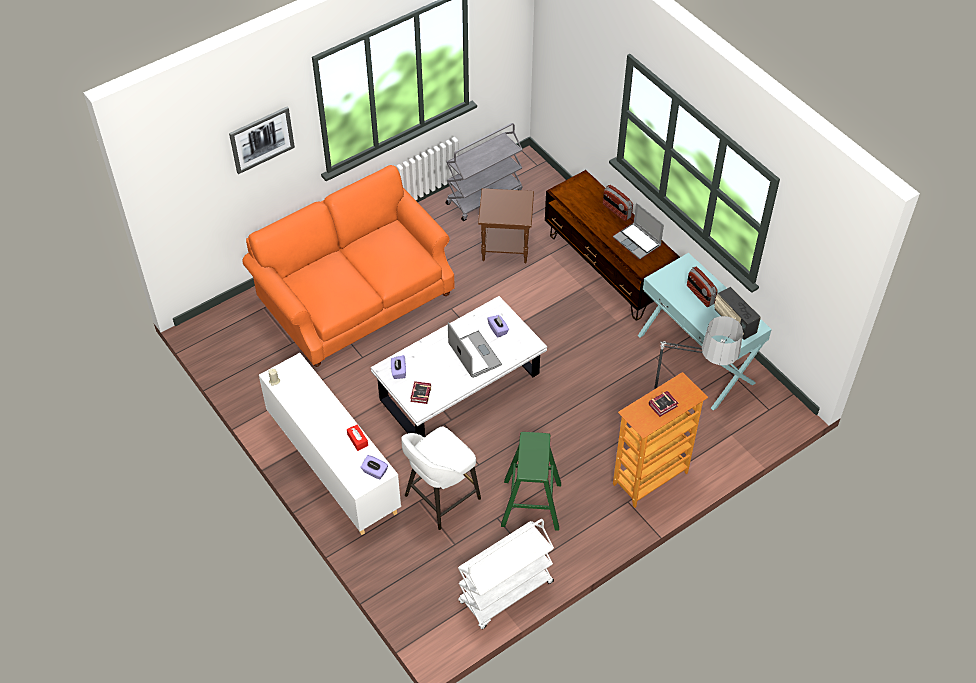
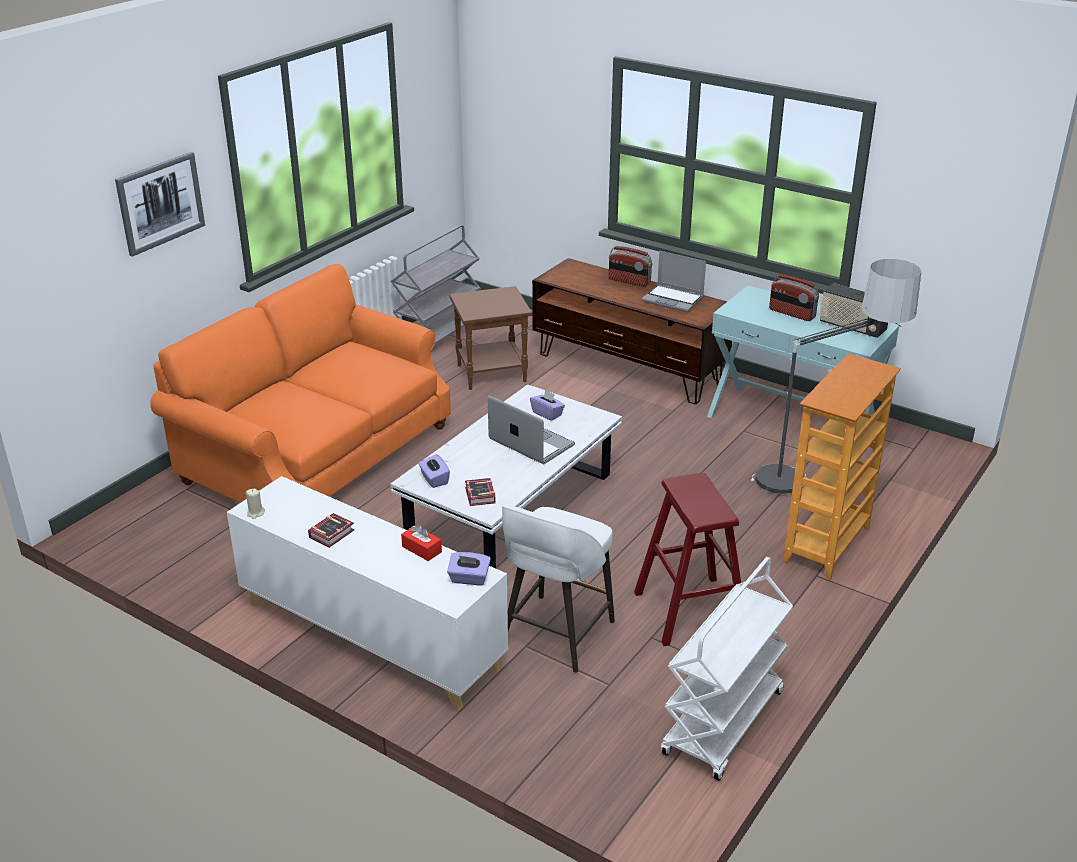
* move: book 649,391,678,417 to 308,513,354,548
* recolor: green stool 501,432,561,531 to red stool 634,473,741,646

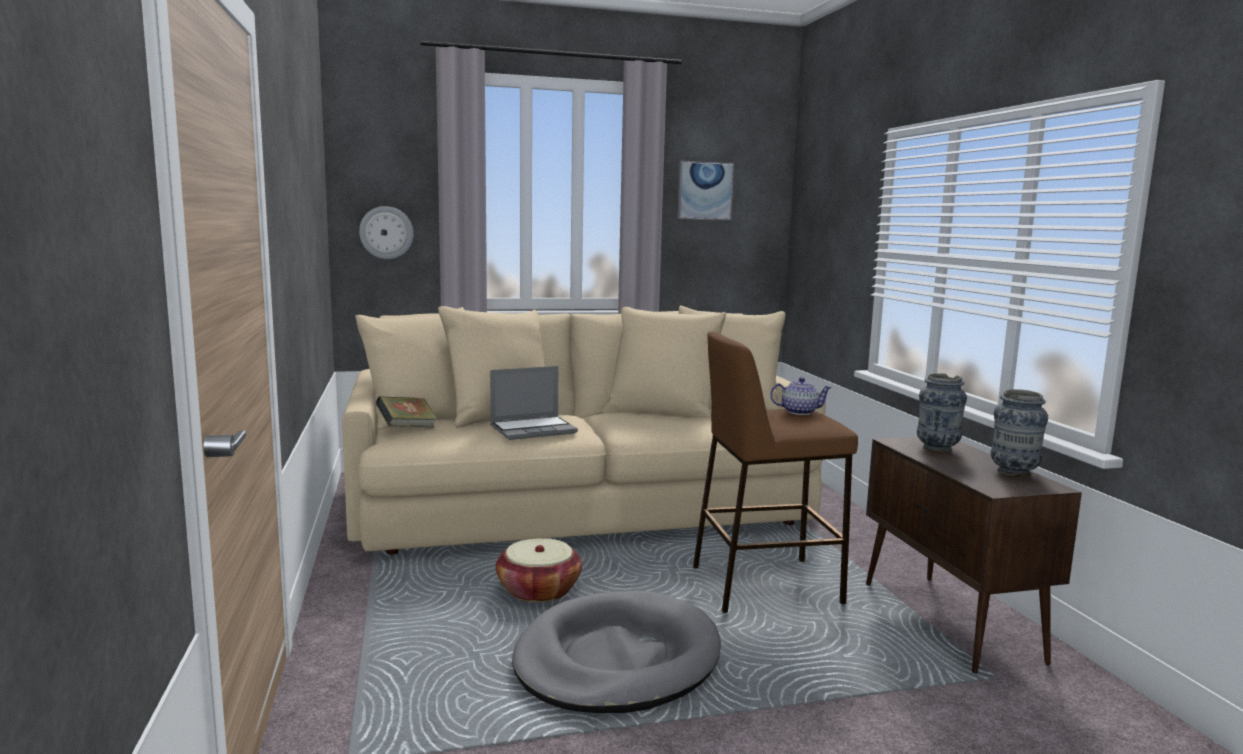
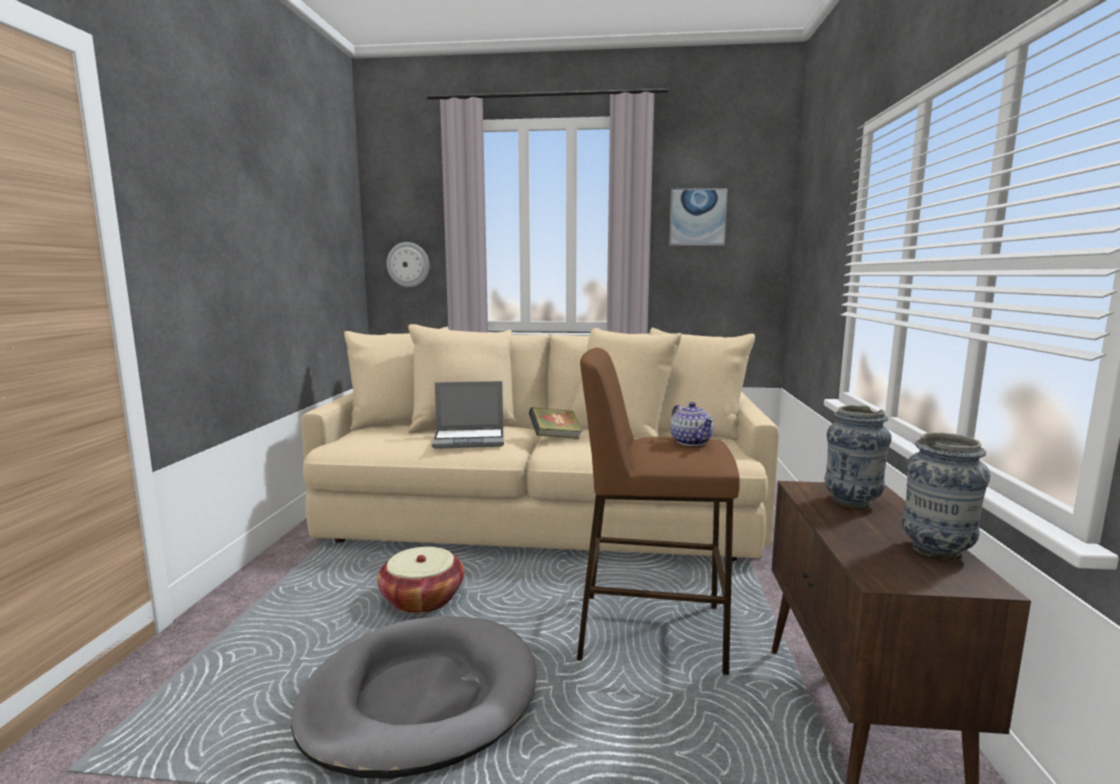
* move: book 376,396,438,427 to 529,407,583,439
* rotate: teapot 770,377,832,415 = 670,402,714,446 45 degrees clockwise

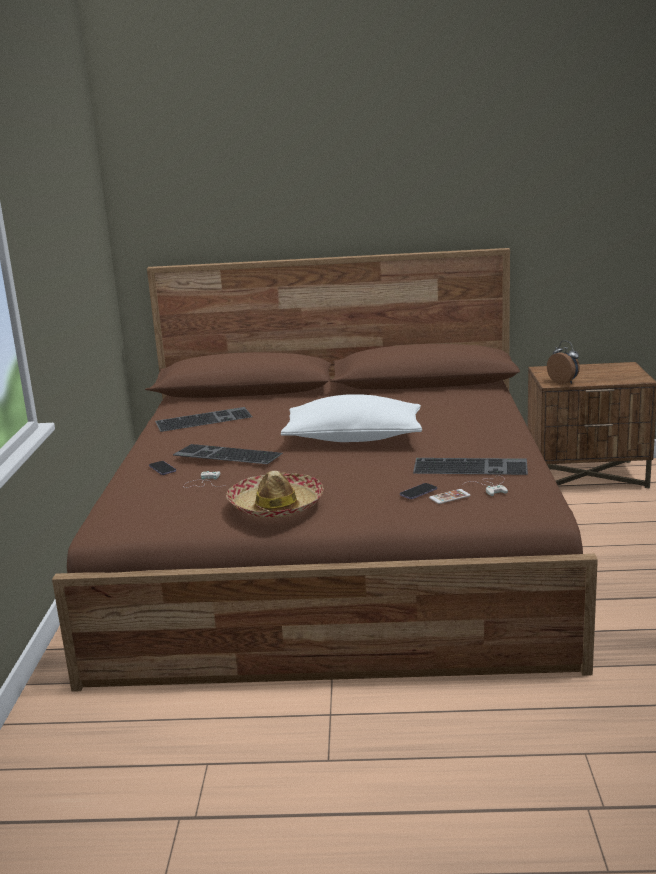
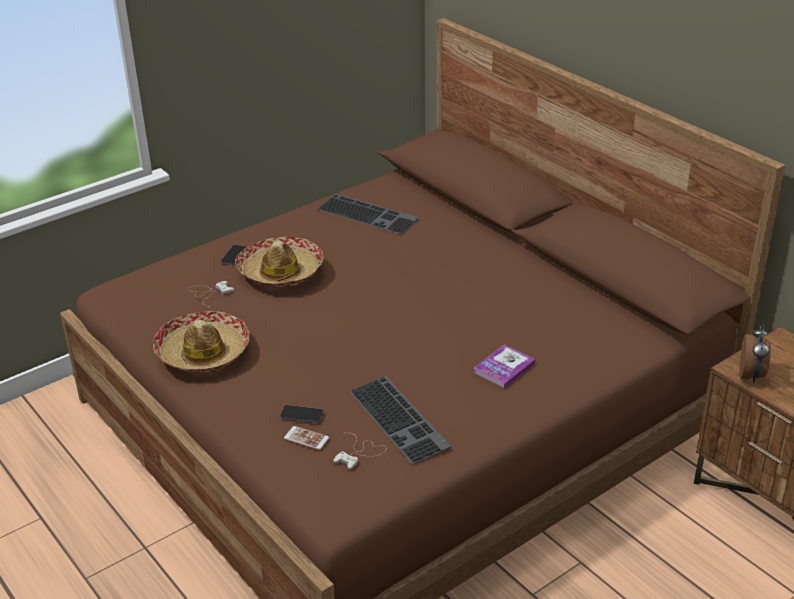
* replace: keyboard 173,444,283,464 to hat 235,237,324,287
* insert: book 473,344,535,388
* delete: white pillow 281,394,422,442

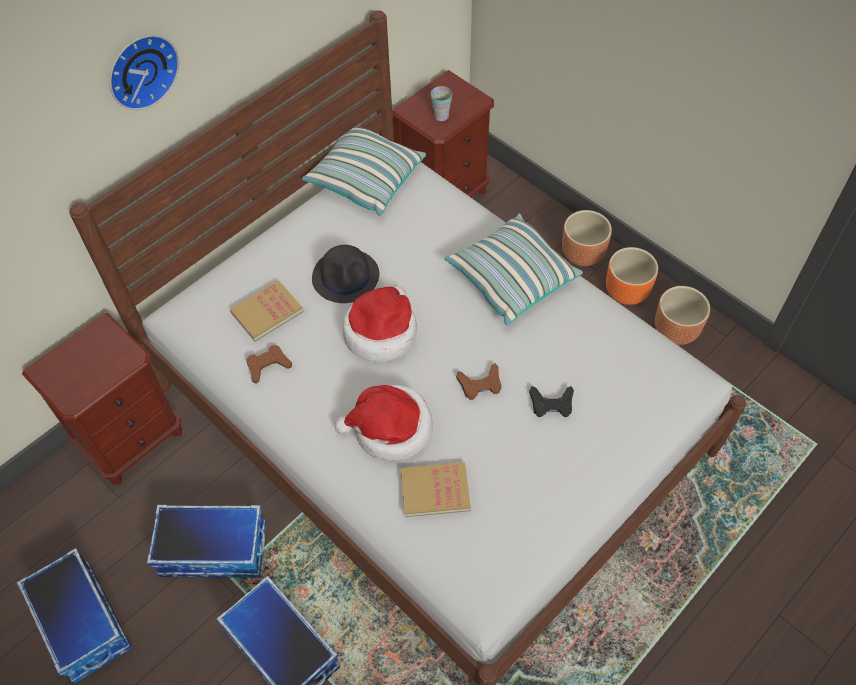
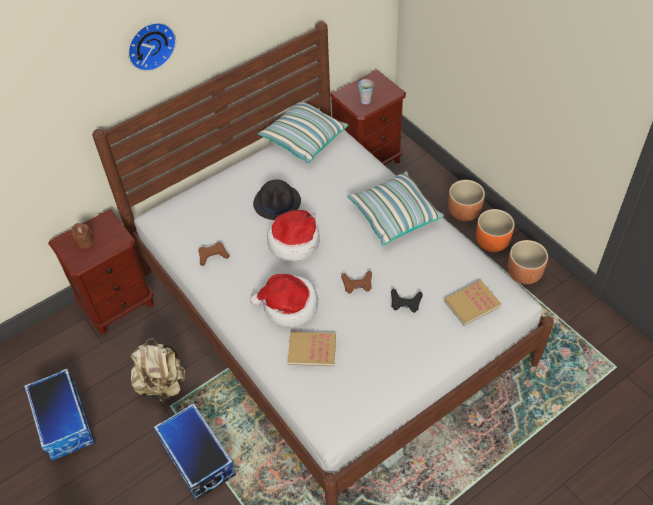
* insert: brown candle 72,223,94,249
* replace: storage box 147,505,266,578 to beige backpack 131,338,185,404
* move: book 230,280,304,342 to 444,280,501,326

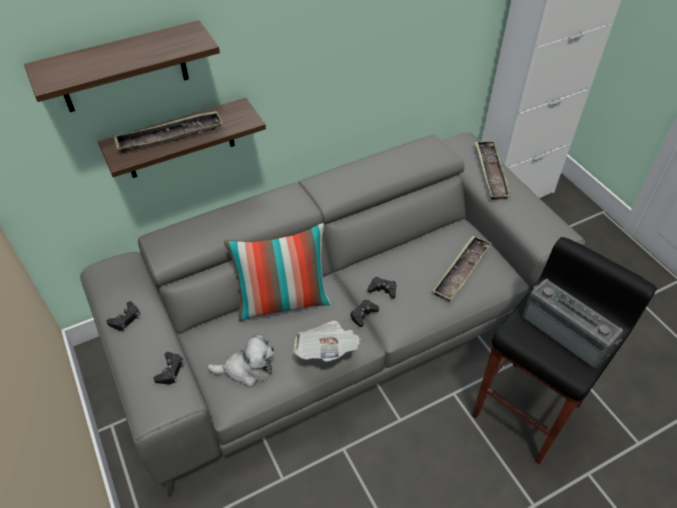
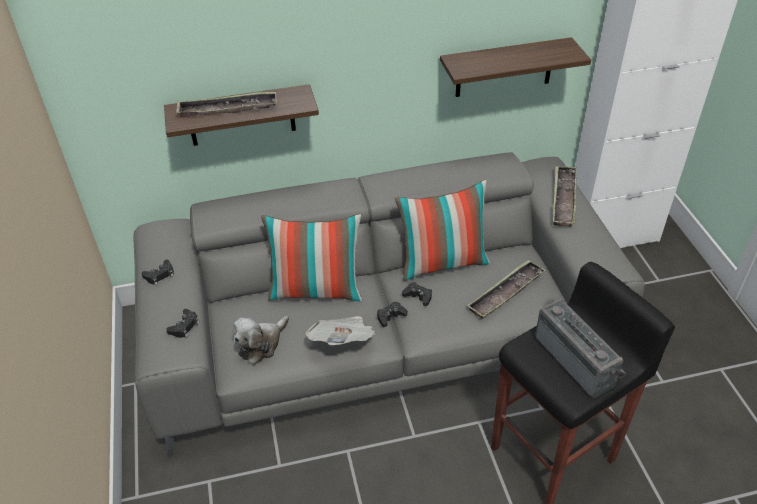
* rotate: plush toy 207,334,274,387 = 233,316,289,365 120 degrees clockwise
* insert: pillow 395,180,490,281
* move: shelf 24,20,220,112 to 440,37,591,97

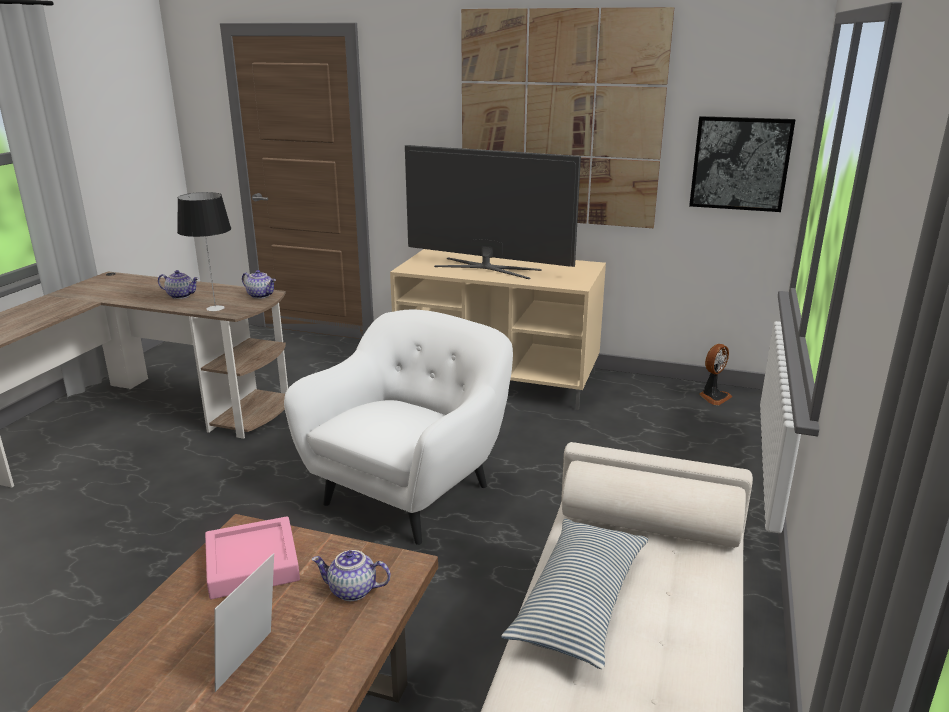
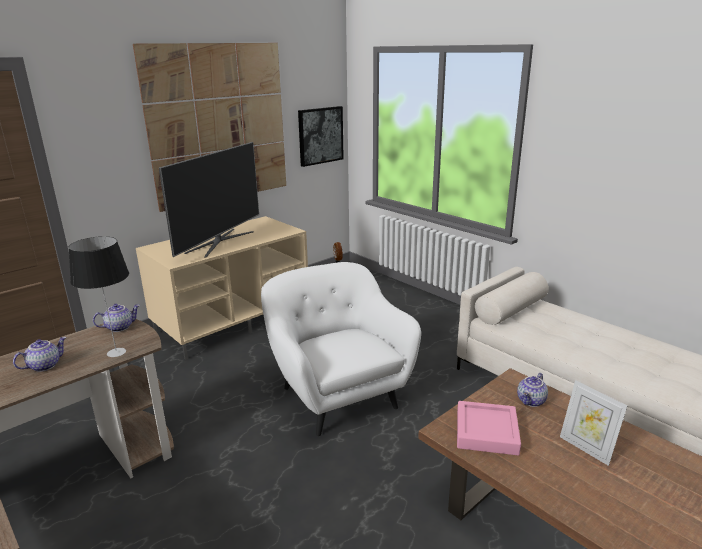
* rotate: television 405,145,581,279 = 159,142,259,258 150 degrees clockwise
* delete: pillow 501,519,648,669

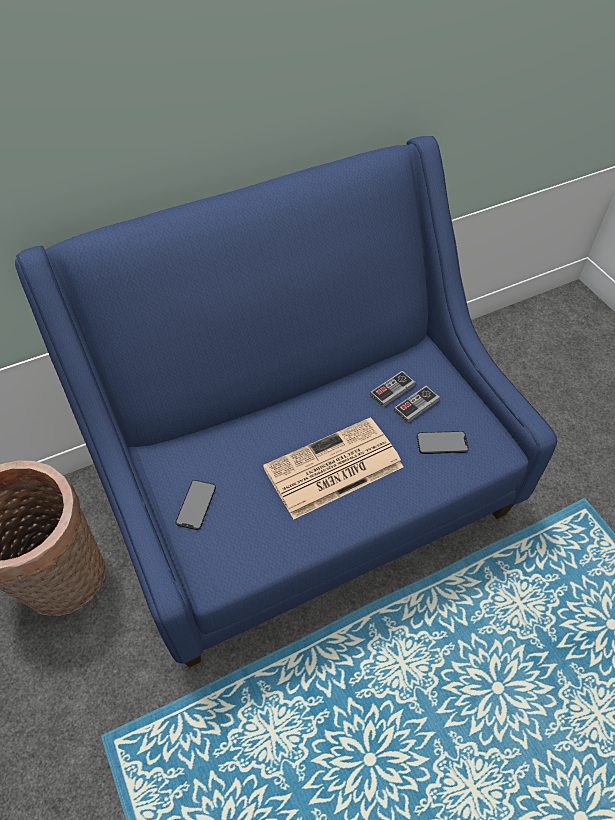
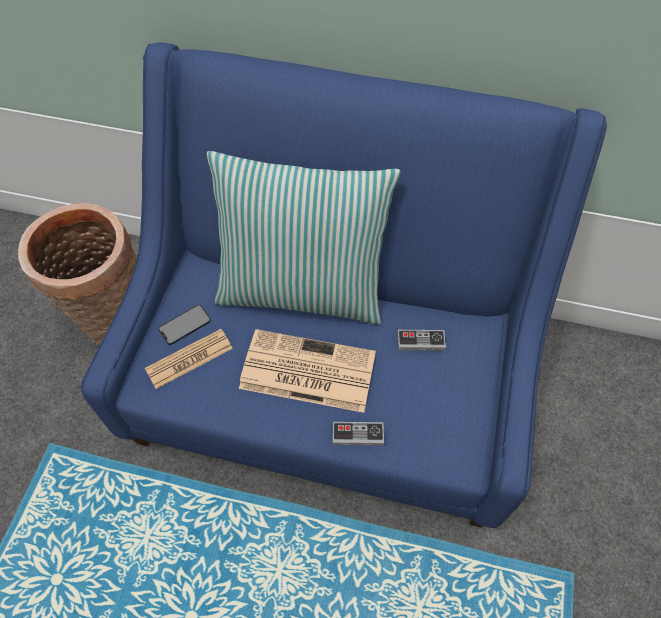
* insert: newspaper 145,329,233,389
* insert: pillow 207,151,401,324
* move: game controller 394,386,440,423 to 333,422,384,446
* delete: phone 417,431,469,454

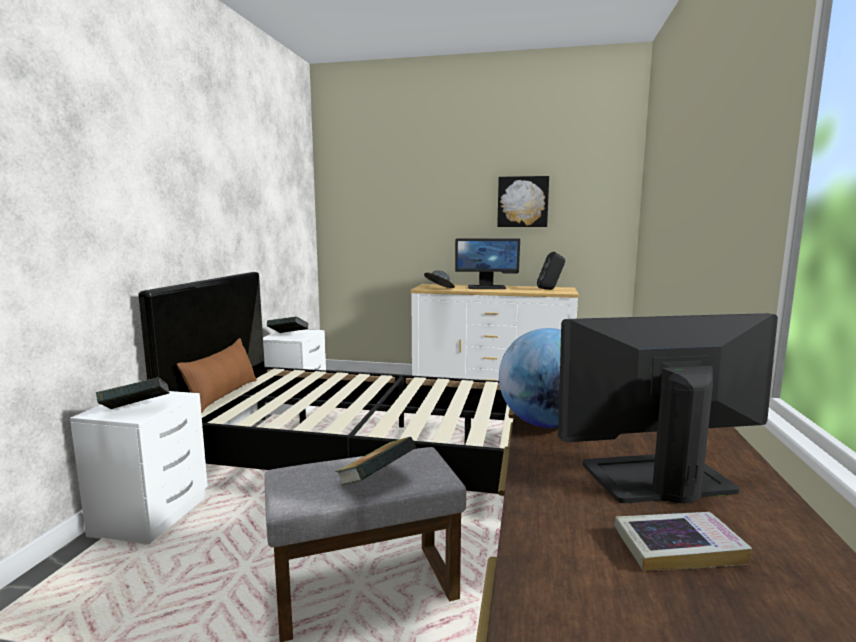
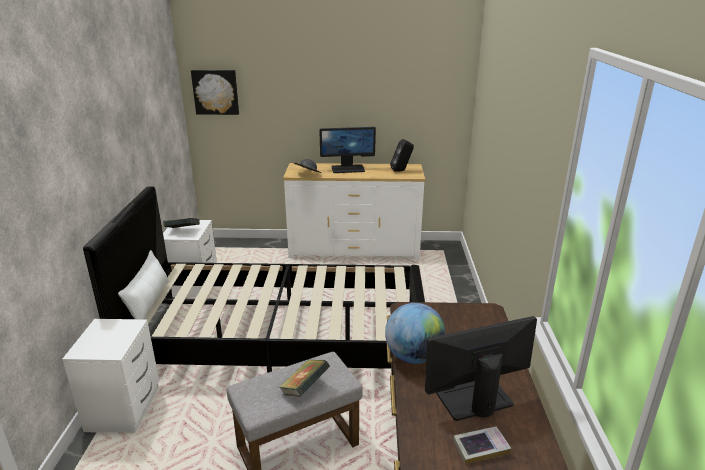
* recolor: brown pillow 177,338,257,413 to white pillow 118,250,169,320
* move: picture 497,176,549,227 to 191,70,239,115
* delete: book 96,377,170,409

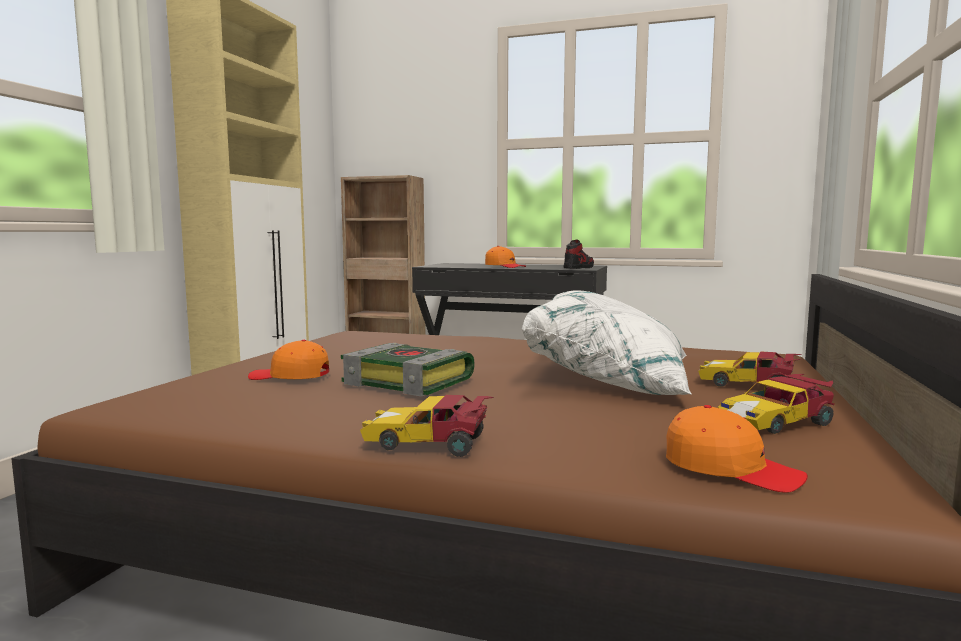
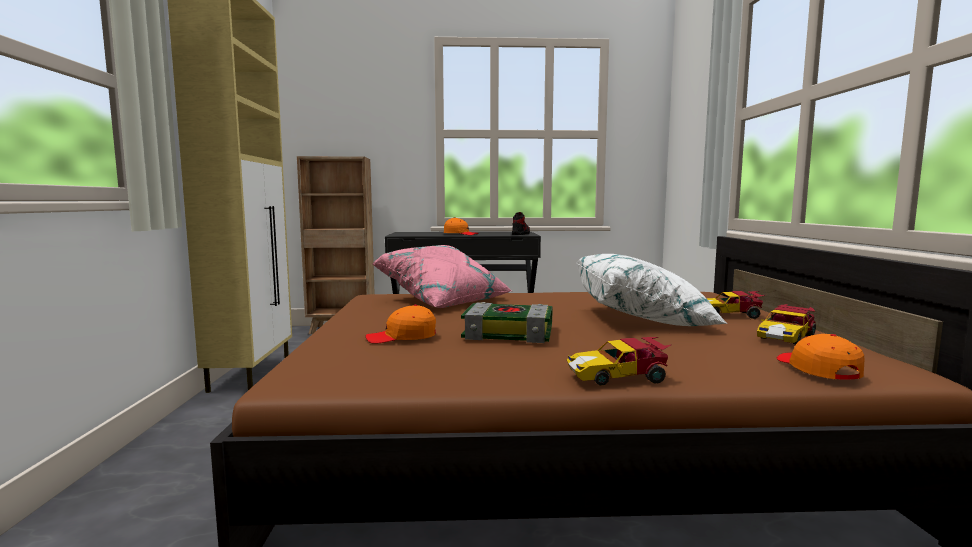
* insert: pink pillow 373,245,512,308
* rotate: orange cap 666,405,808,493 = 777,334,864,380 105 degrees counterclockwise

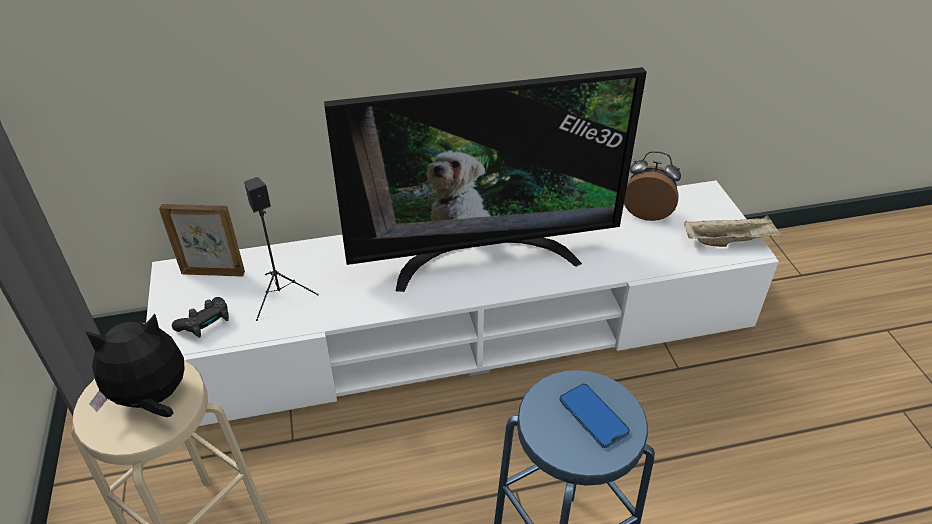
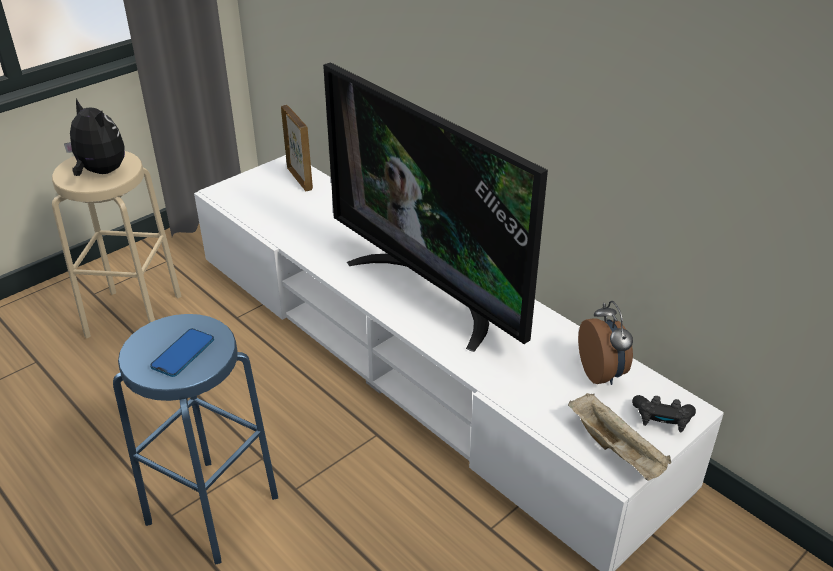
* move: black game controller 172,297,229,338 to 632,395,696,433
* delete: black speaker 244,177,319,321

